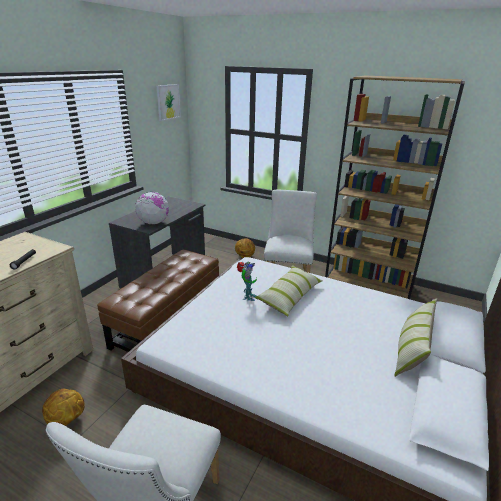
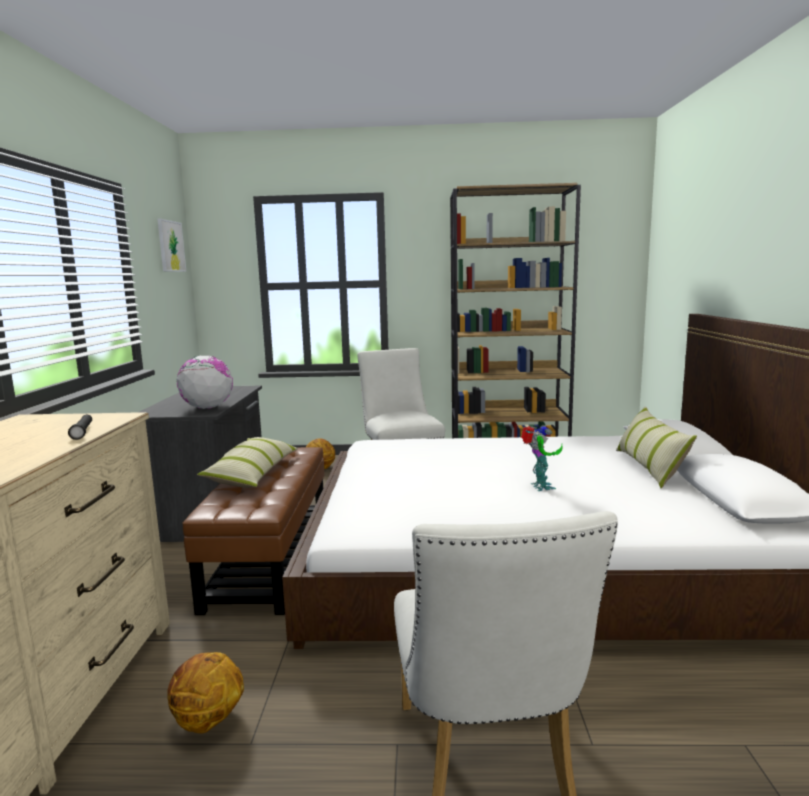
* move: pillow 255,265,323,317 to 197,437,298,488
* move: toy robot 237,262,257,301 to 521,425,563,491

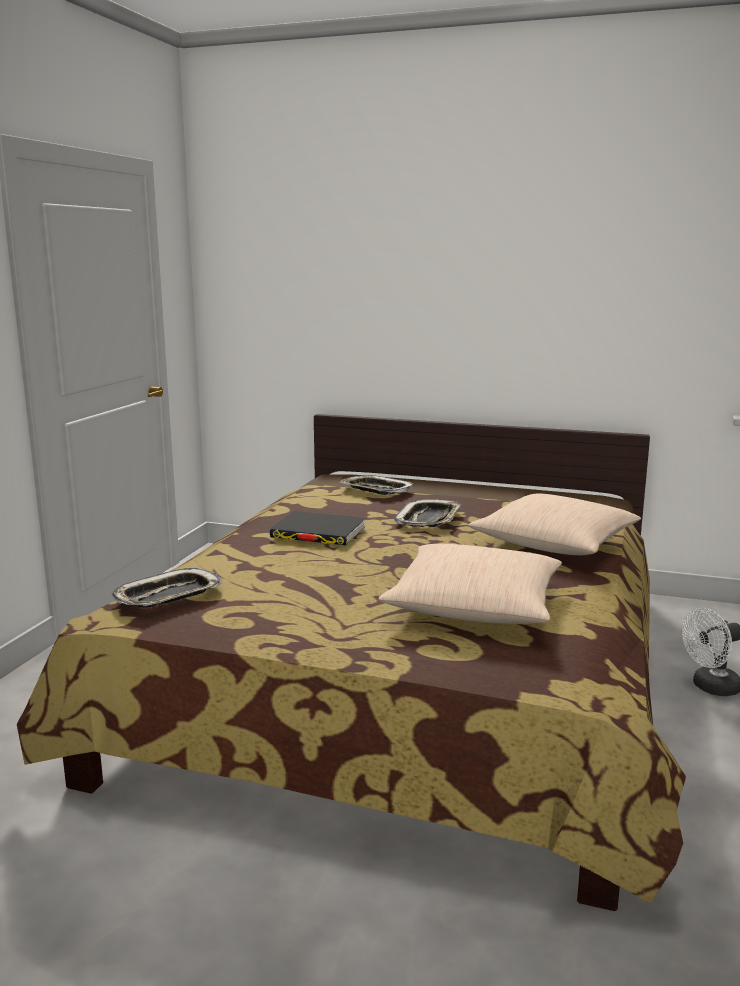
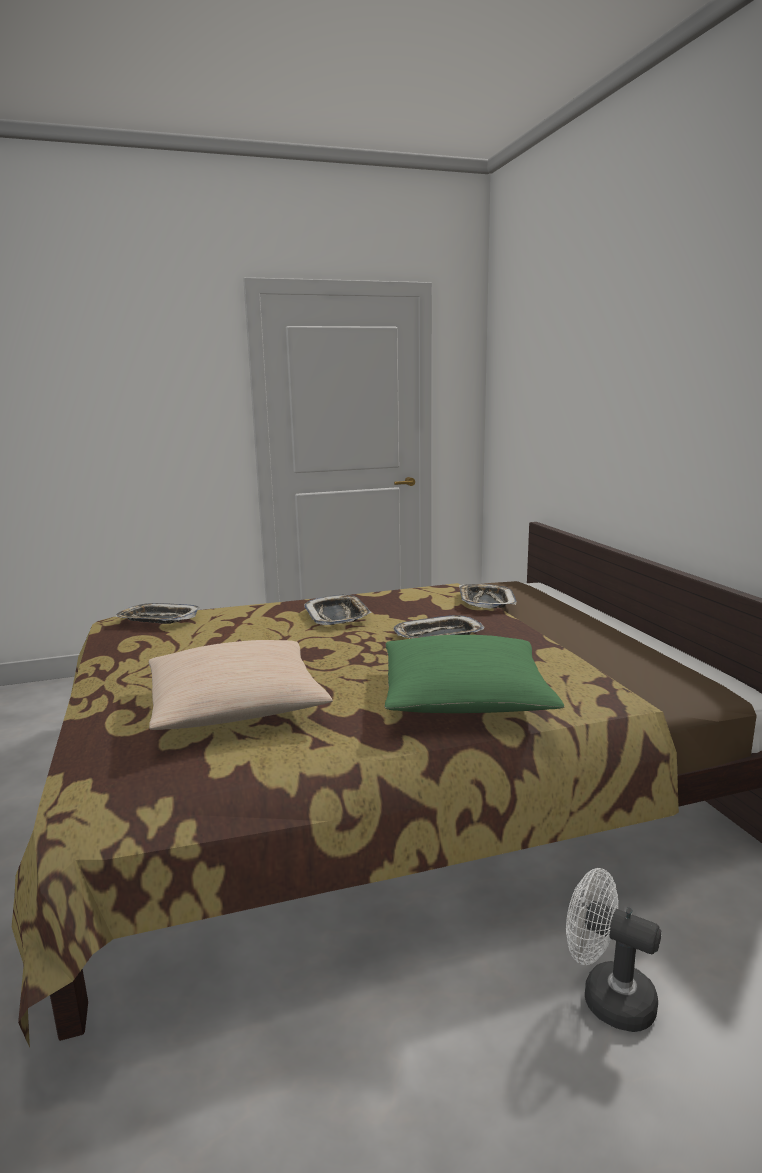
* replace: black book 270,511,366,545 to tray 304,595,371,625
* recolor: beige pillow 468,493,642,555 to green pillow 385,635,565,713

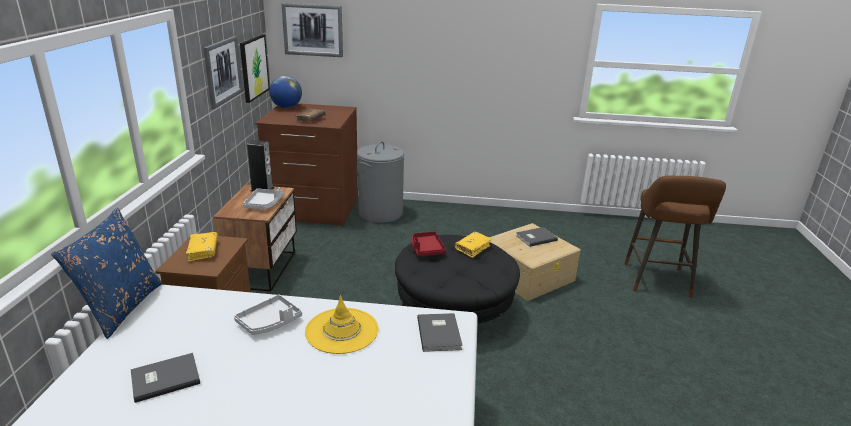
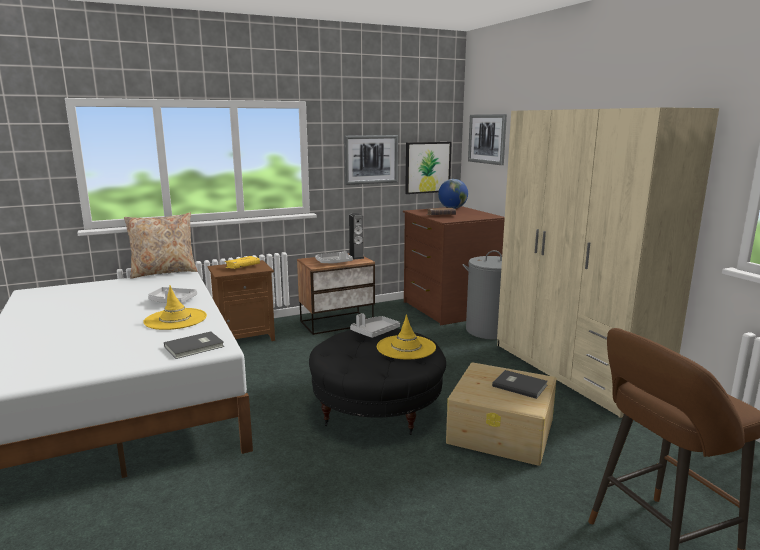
* recolor: blue pillow 51,207,163,339 to beige pillow 124,213,198,279
* recolor: red tray 412,231,446,257 to grey tray 350,313,400,338
* replace: yellow book 455,232,492,258 to yellow hat 377,314,436,360
* insert: beige wardrobe 497,107,719,418
* delete: grey book 131,353,200,403

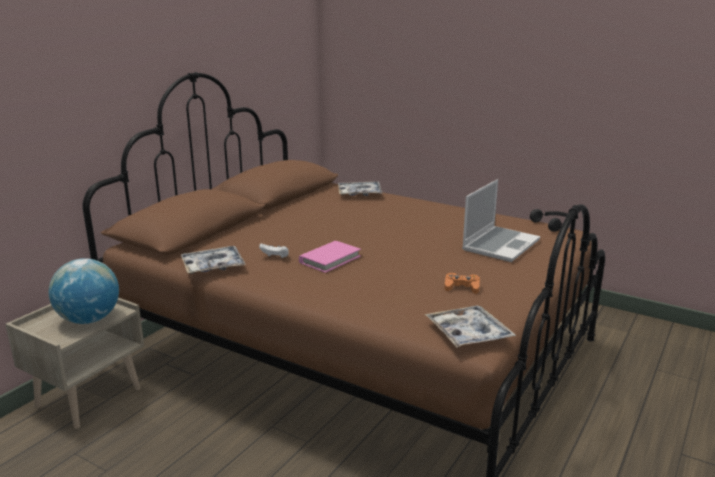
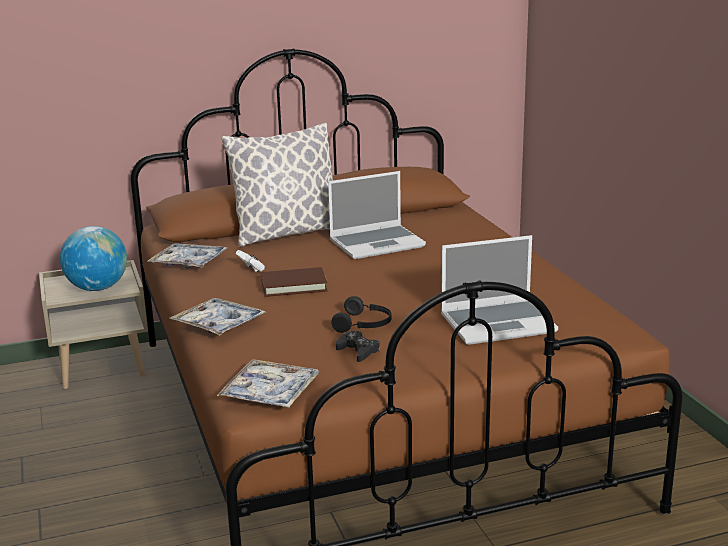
* move: tray 338,181,382,196 to 169,298,266,335
* insert: pillow 221,123,333,247
* recolor: pink book 299,241,361,273 to brown book 261,267,328,297
* insert: laptop 328,171,426,259
* move: black headphones 530,209,571,232 to 331,296,392,333
* recolor: orange game controller 444,273,480,294 to black game controller 336,331,380,362

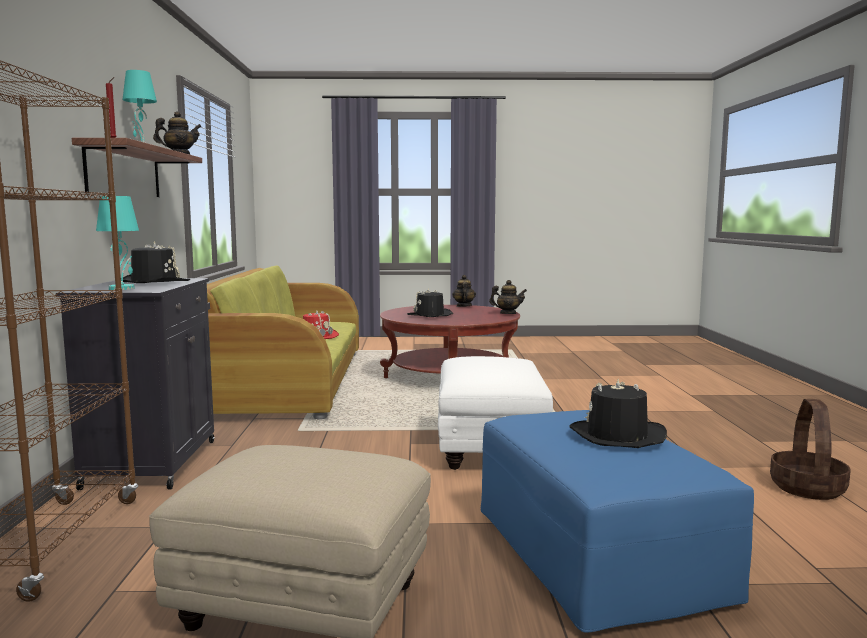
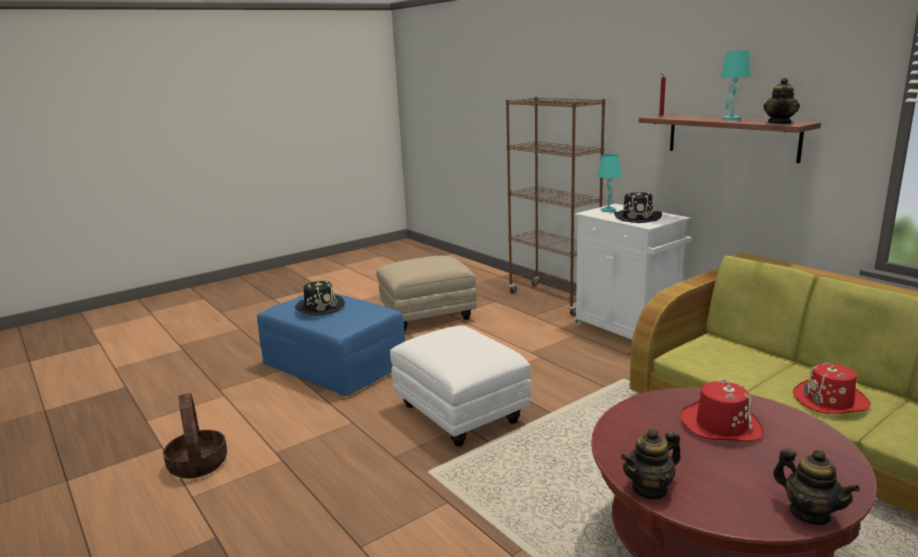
* recolor: black cabinet 56,278,214,490 to white cabinet 574,204,691,339
* recolor: black hat 407,288,453,317 to red hat 680,379,764,442

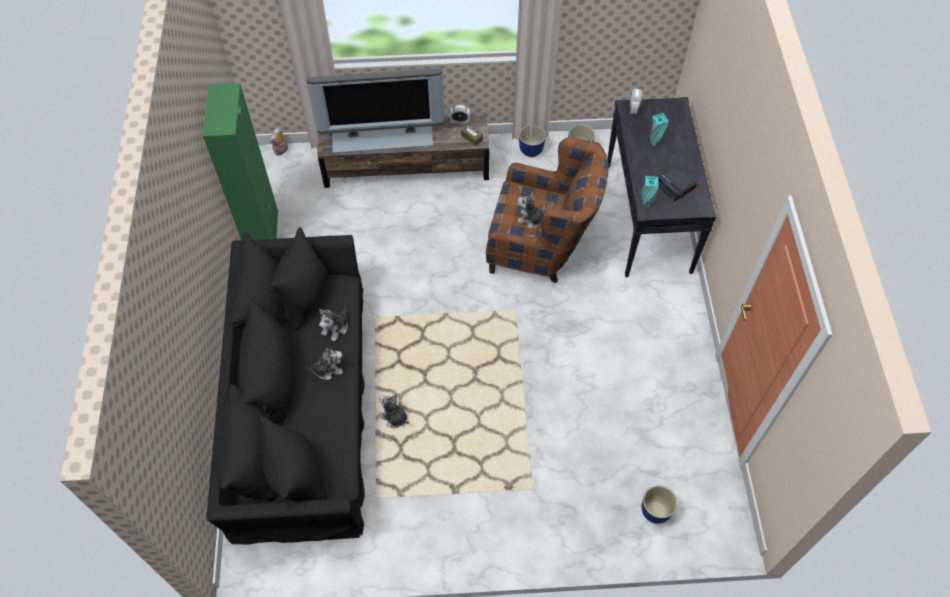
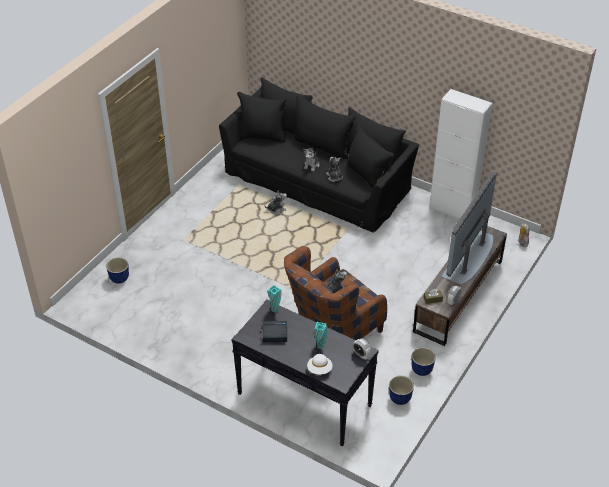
* insert: white hat 307,354,332,374
* recolor: green cabinet 203,83,278,240 to white cabinet 430,89,493,219

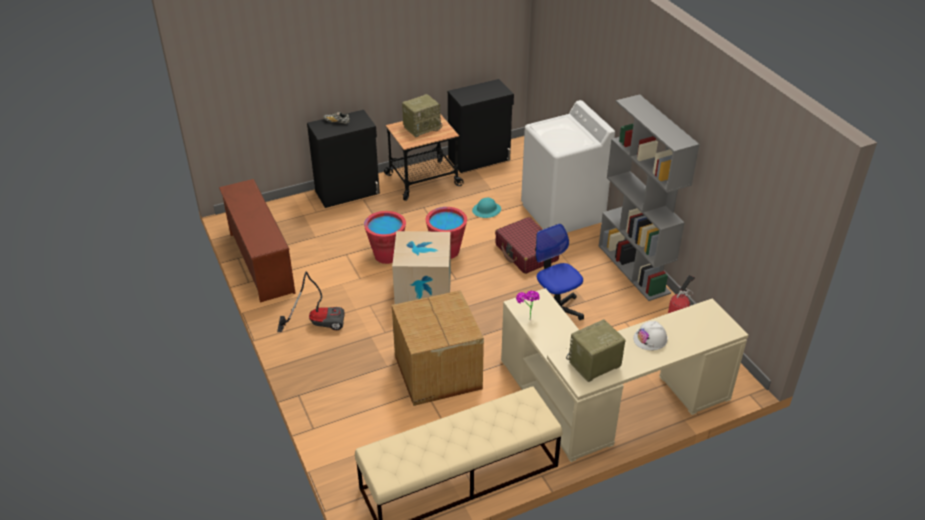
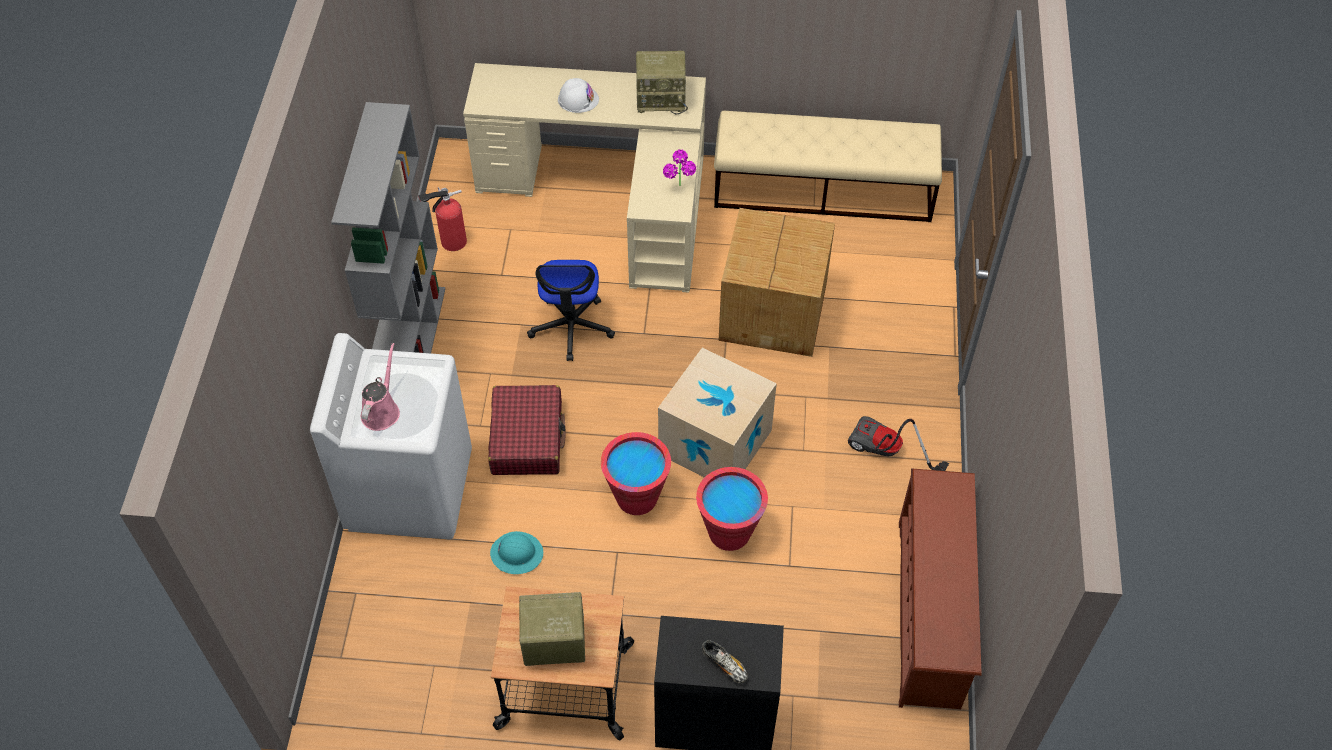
* insert: pink watering can 361,343,400,431
* delete: black cabinet 448,79,514,173

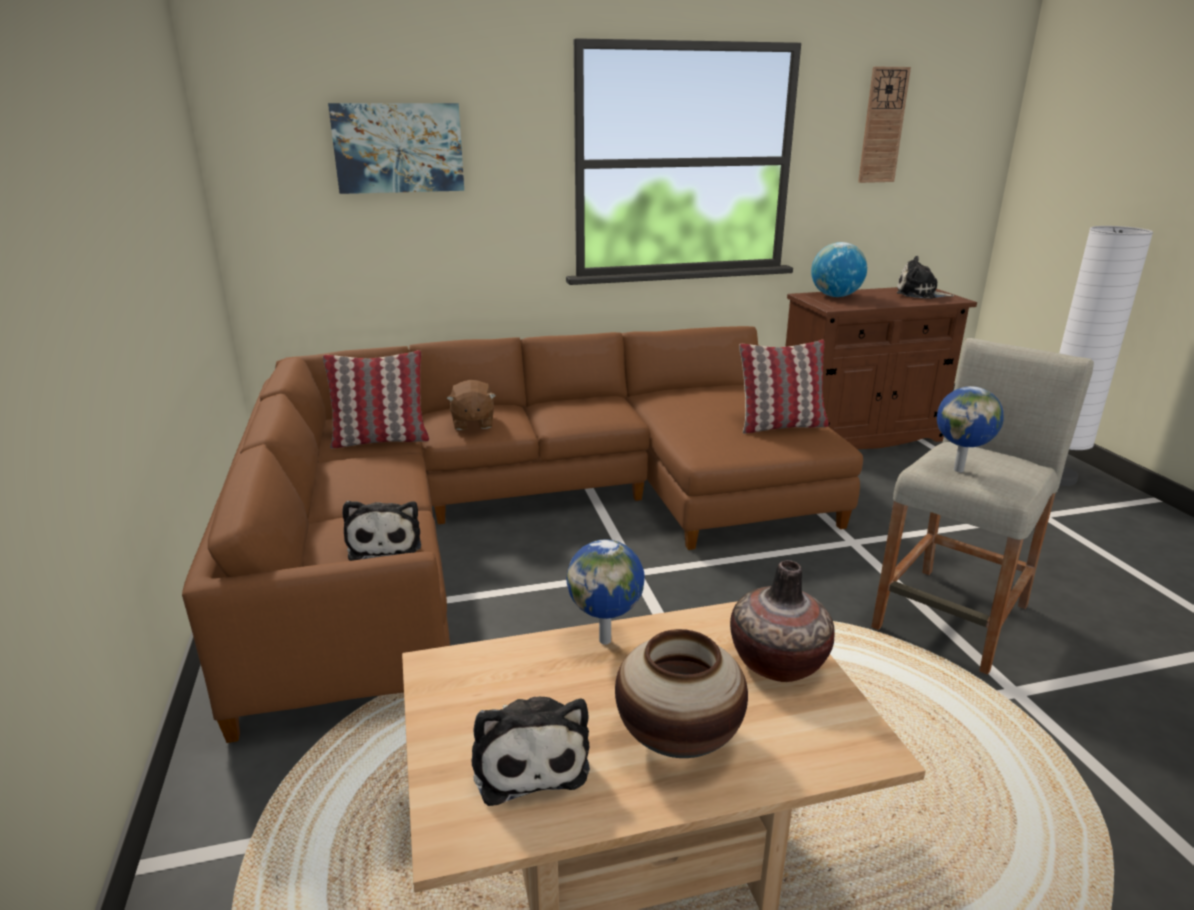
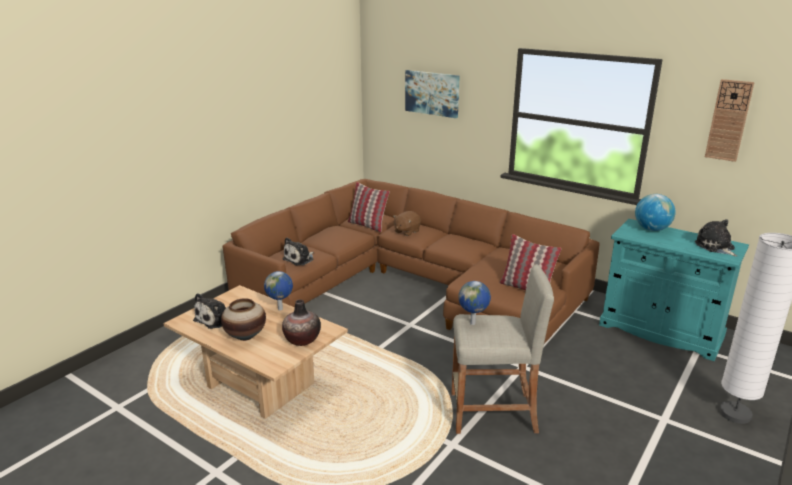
* recolor: brown cabinet 785,287,977,449 to turquoise cabinet 599,219,749,361

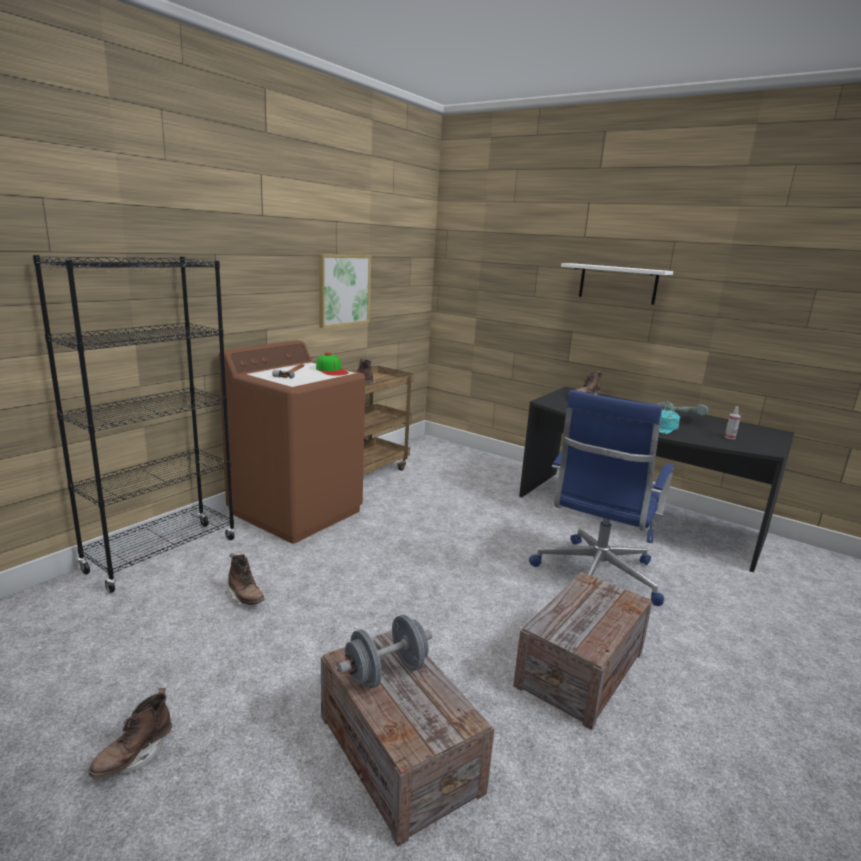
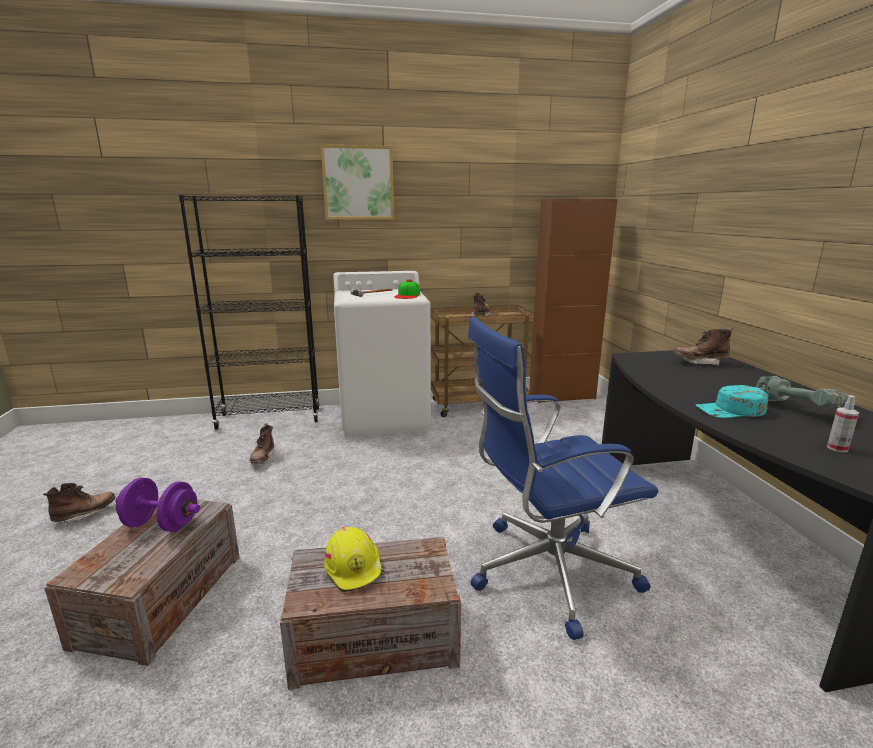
* rotate: brown boot 89,688,172,779 = 43,483,116,526 150 degrees clockwise
* recolor: grey dumbbell 338,615,432,689 to purple dumbbell 116,478,200,532
* move: picture 319,254,371,328 to 321,144,394,220
* insert: yellow hard hat 324,527,384,593
* recolor: brown washing machine 219,340,365,544 to white washing machine 333,271,431,438
* insert: brown cabinet 529,199,617,403
* delete: white shelf 561,263,673,305

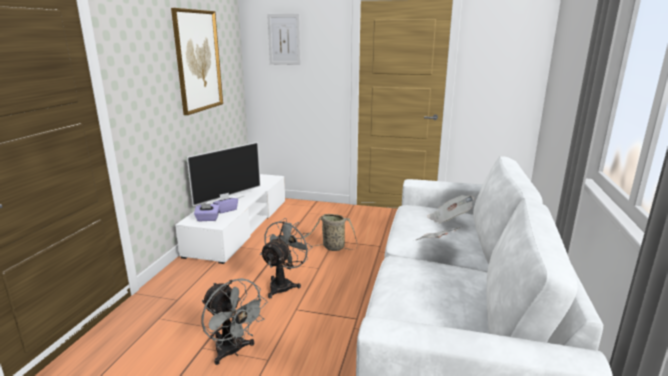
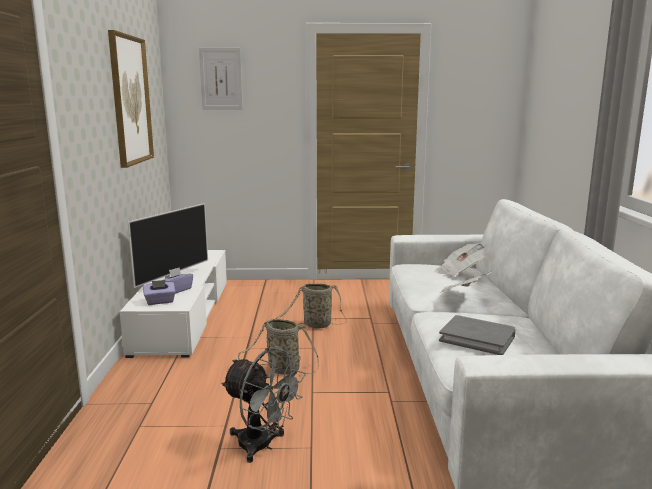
* replace: grey fan 260,218,313,298 to basket 238,319,319,375
* insert: grey book 439,315,516,355

